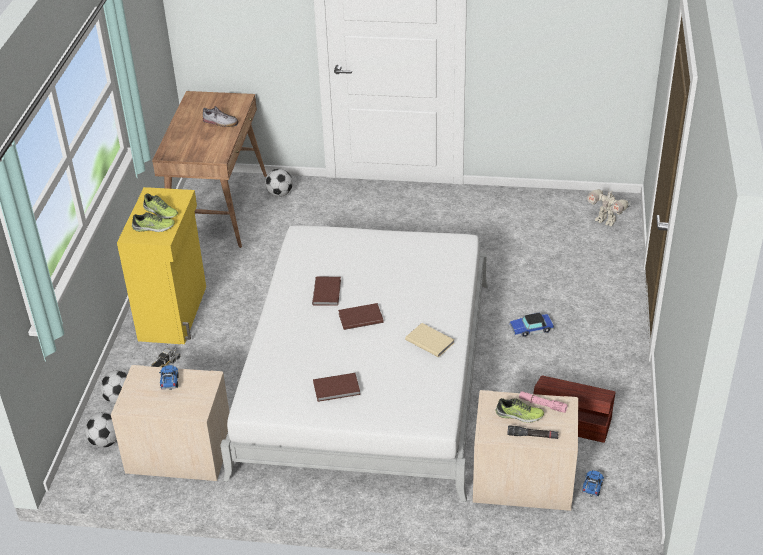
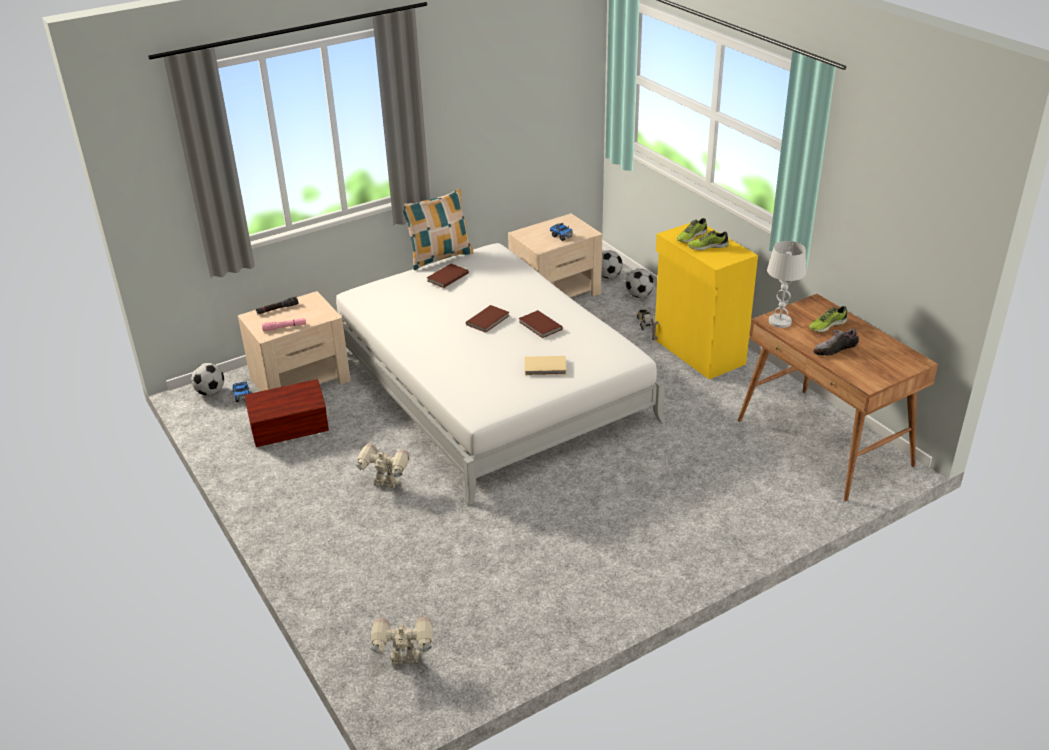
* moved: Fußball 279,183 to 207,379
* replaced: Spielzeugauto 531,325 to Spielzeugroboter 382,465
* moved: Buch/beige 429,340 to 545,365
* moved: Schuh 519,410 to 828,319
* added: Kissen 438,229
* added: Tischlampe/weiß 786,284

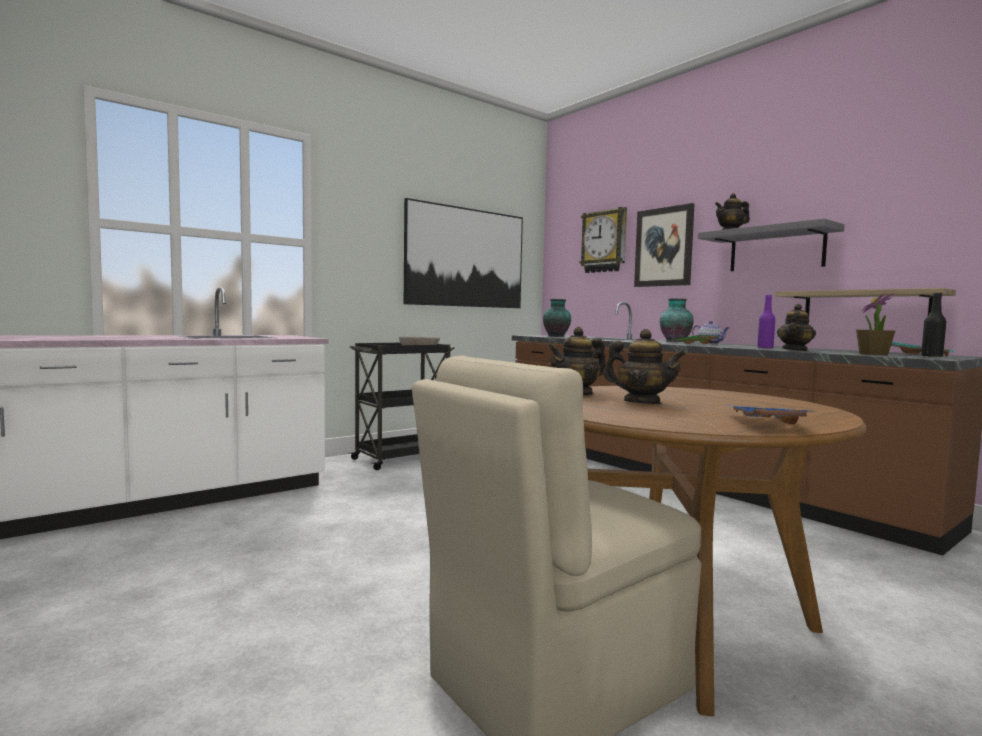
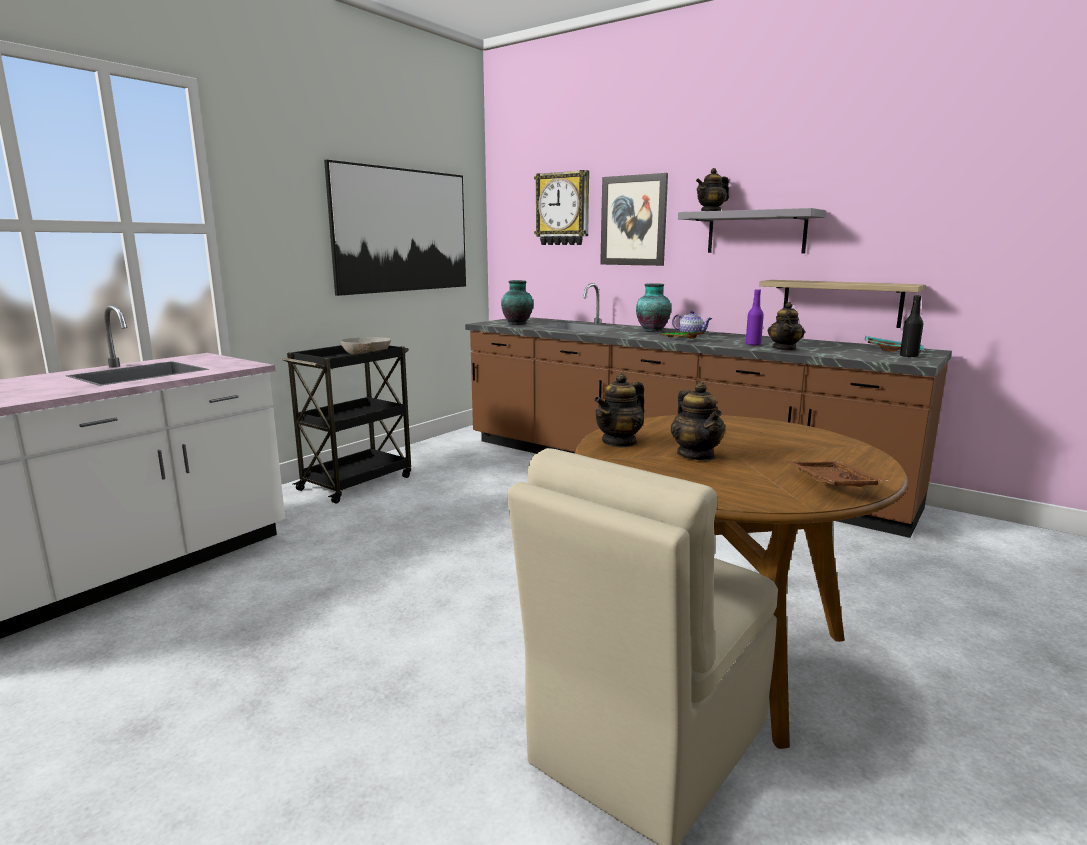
* removed: Topfpflanze 875,324
* turned: Teekanne 645,366 = 698,421 60 degrees clockwise
* recoloured: Tablett/blau 771,415 to Tablett/braun 838,474

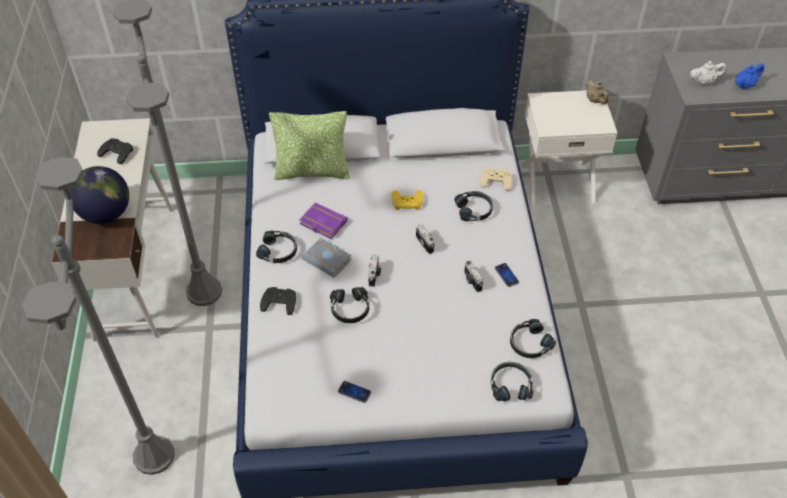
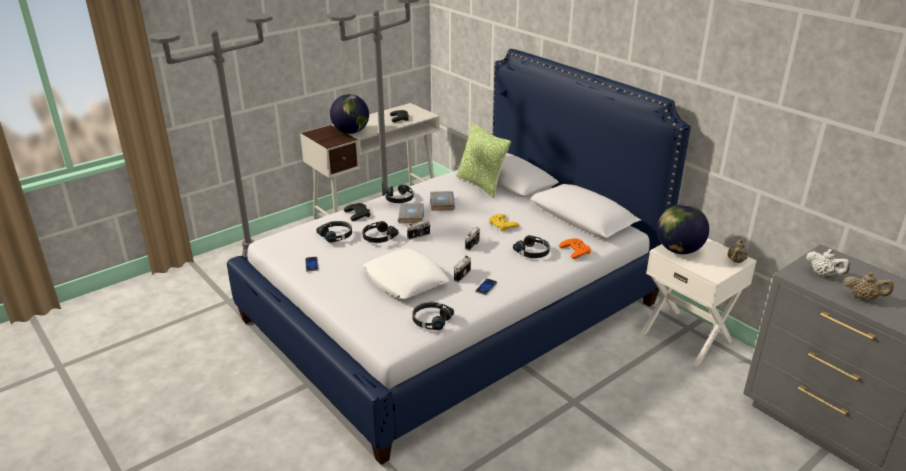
* recoloured: Teekanne/blau 749,76 to Teekanne/beige 869,286
* recoloured: Gamepad/beige 496,179 to Gamepad/orange 575,248
* recoloured: Buch/lila 323,221 to Buch/grau 442,201
* moved: Kopfhörer/schwarz 512,382 to 334,231
* added: Globus 683,229
* added: Kissen/weiß 407,273

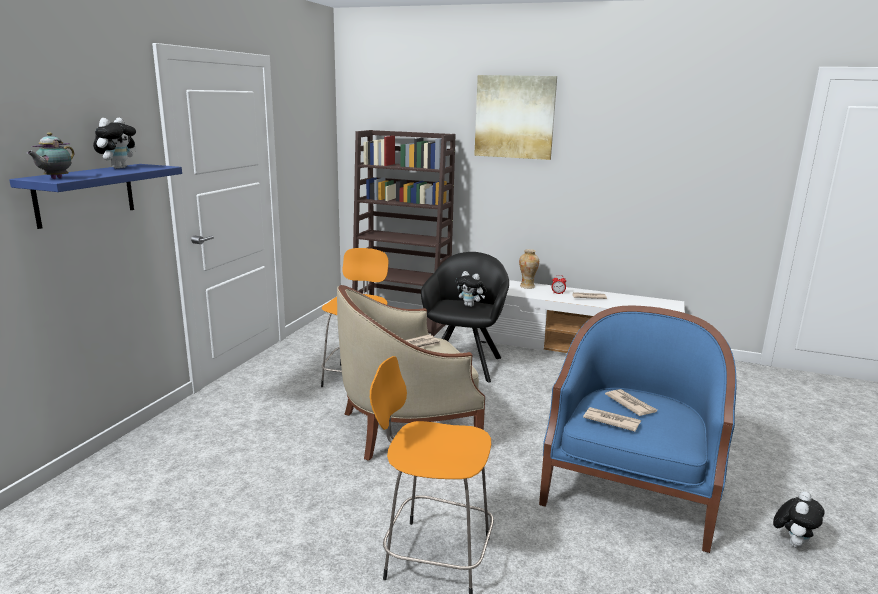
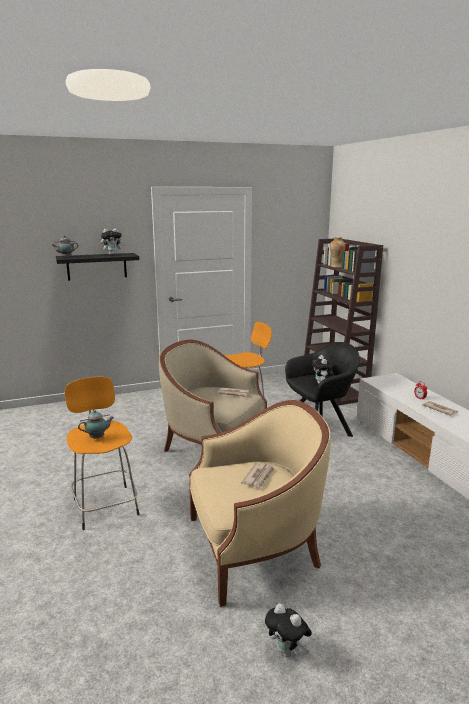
* removed: Bild 515,117
* recoloured: Wandregal/blau 95,196 to Wandregal/schwarz 97,267
* moved: Vase 529,269 to 337,252
* recoloured: Sessel/blau 637,429 to Sessel/beige 260,503
* removed: Zeitung 612,419
* turned: Plüschtier 799,519 = 288,630 45 degrees clockwise
* added: Teekanne 96,424

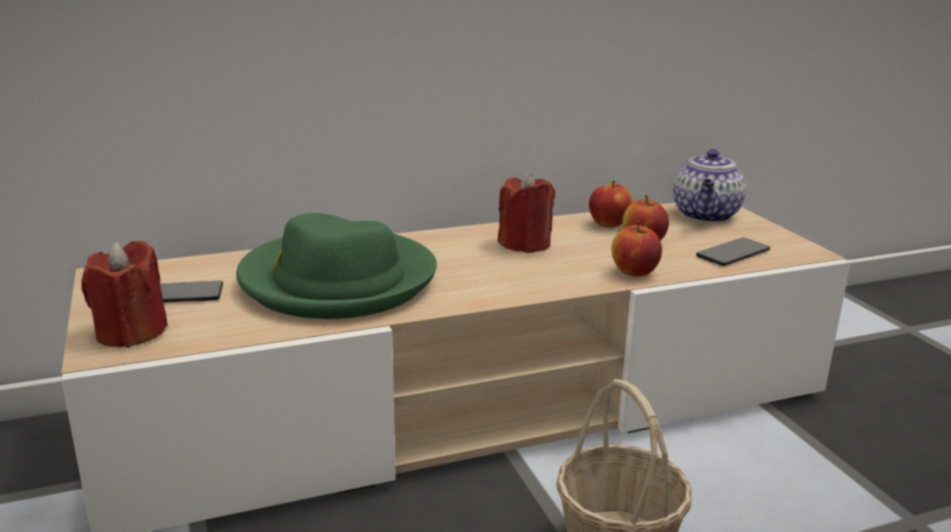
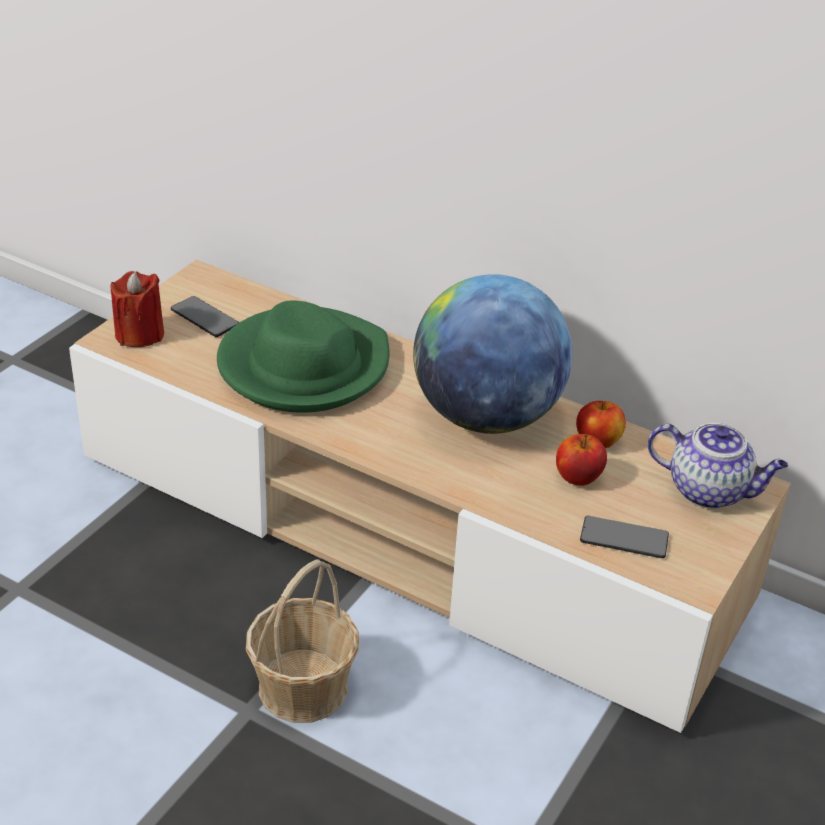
* turned: Teekanne 709,186 = 718,466 135 degrees counterclockwise
* replaced: Kerze/rot 526,212 to Globus 493,354
* removed: Apfel 636,248

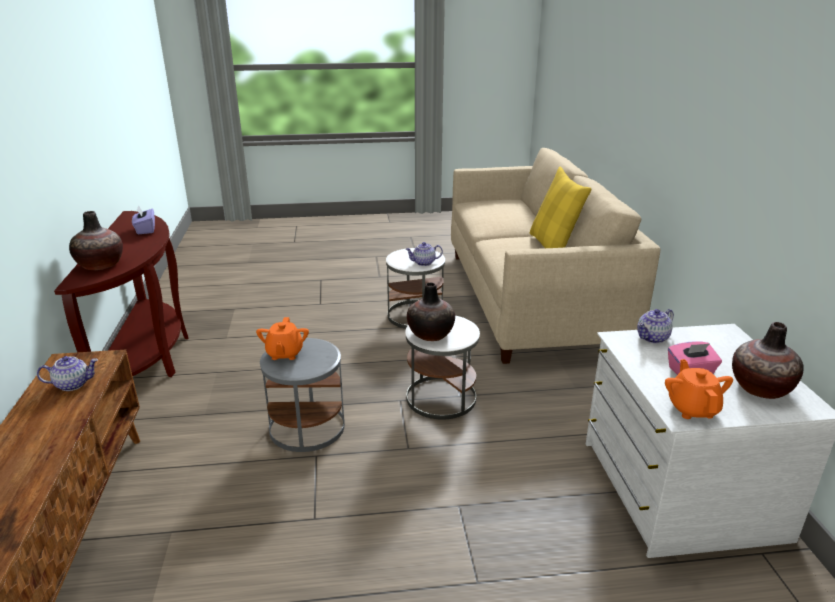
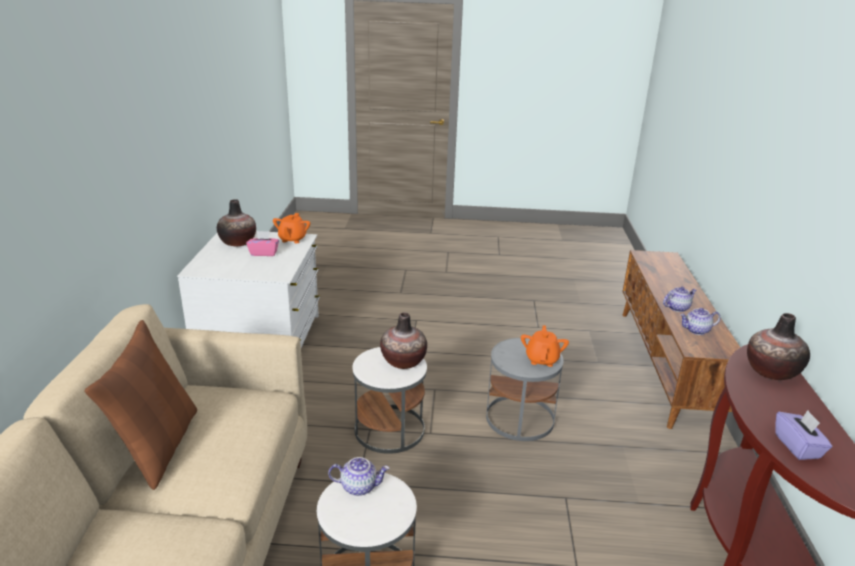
* recoloured: Kissen/gelb 561,207 to Kissen/braun 140,405
* moved: Teekanne 655,326 to 680,299

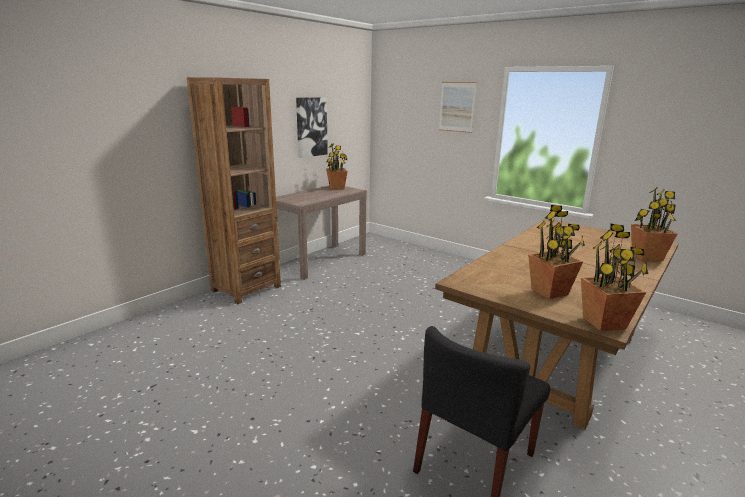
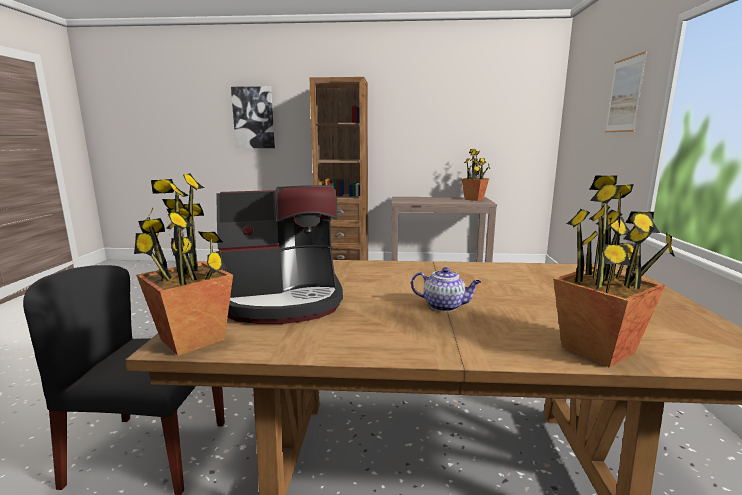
* moved: Bild 312,127 to 253,117
* replaced: Topfpflanze 556,252 to Kaffeemaschine 279,254
* added: Teekanne 446,289

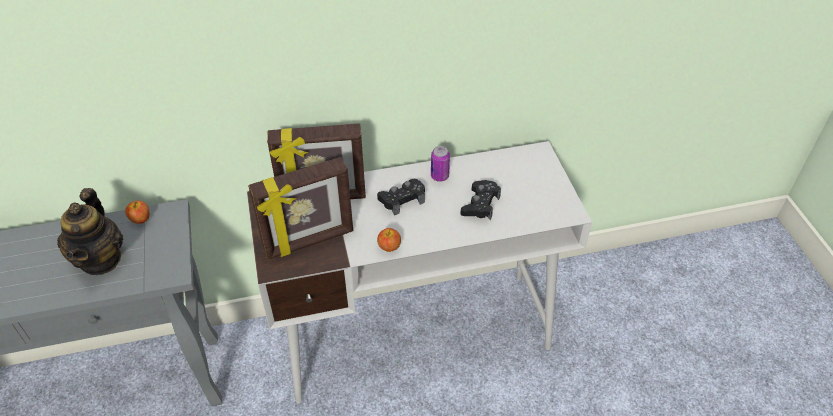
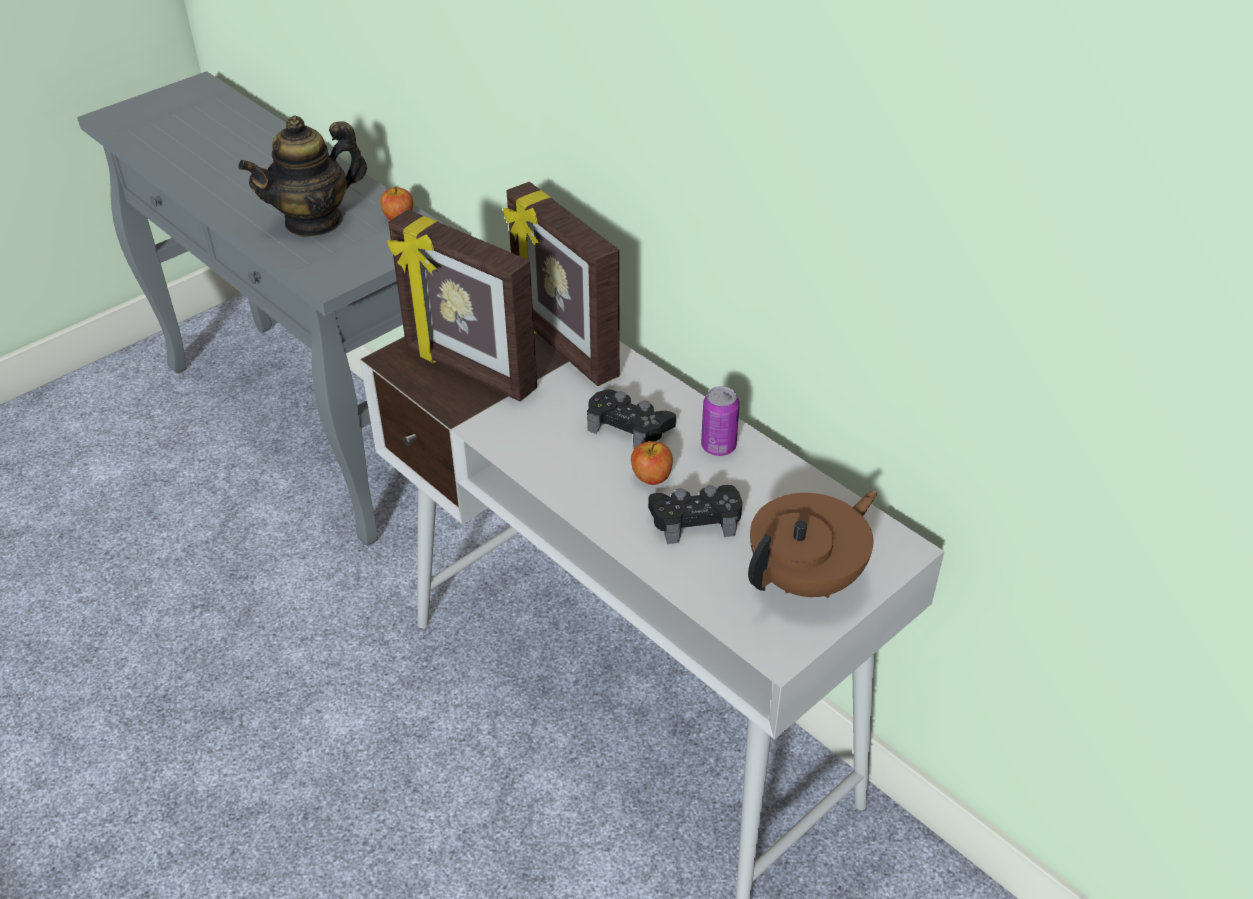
* moved: Apfel 389,240 to 652,463
* added: Teekanne/braun 812,544

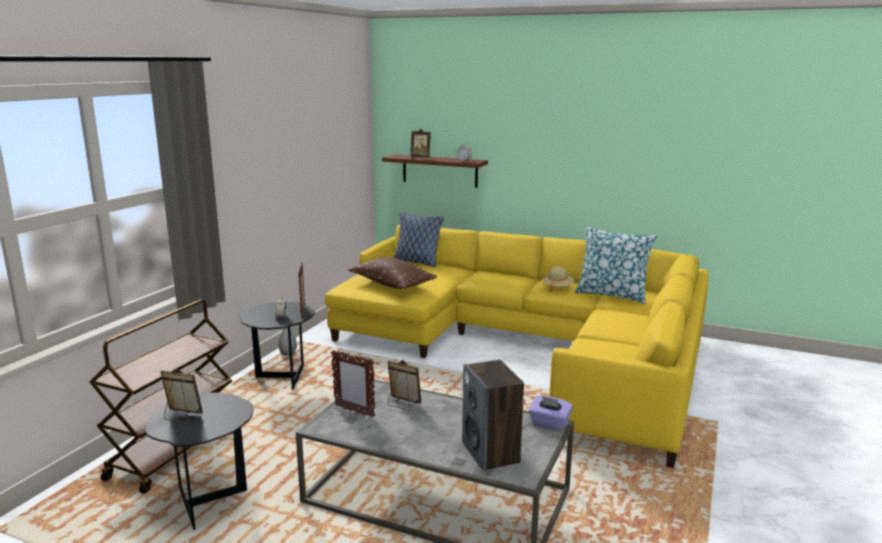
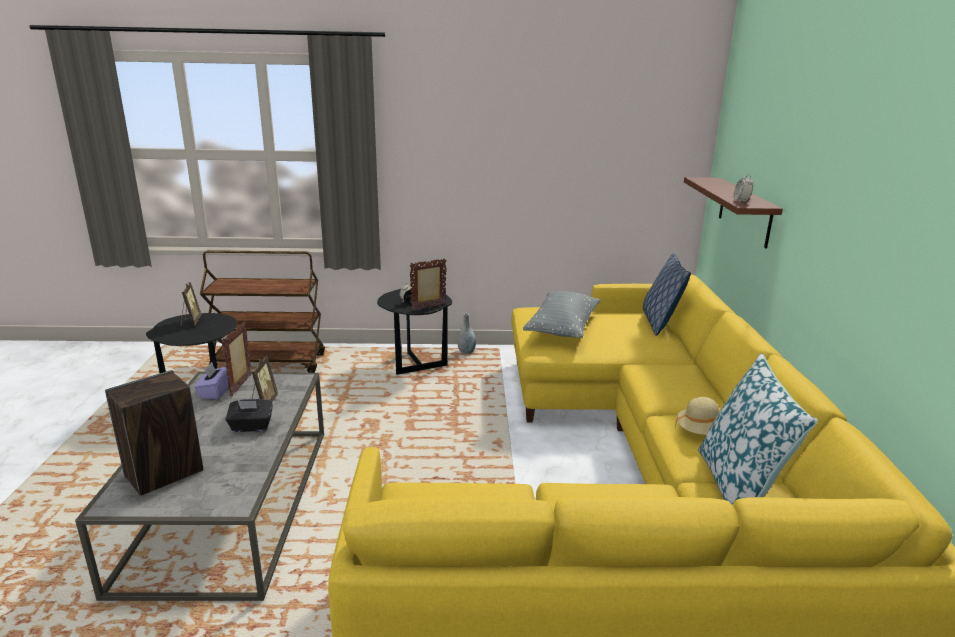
* removed: Bilderrahmen 420,143
* recoloured: Kissen/braun 392,273 to Kissen/grau 561,314
* moved: Taschentuchbox/lila 551,413 to 212,380
* added: Taschentuchbox/schwarz 249,415

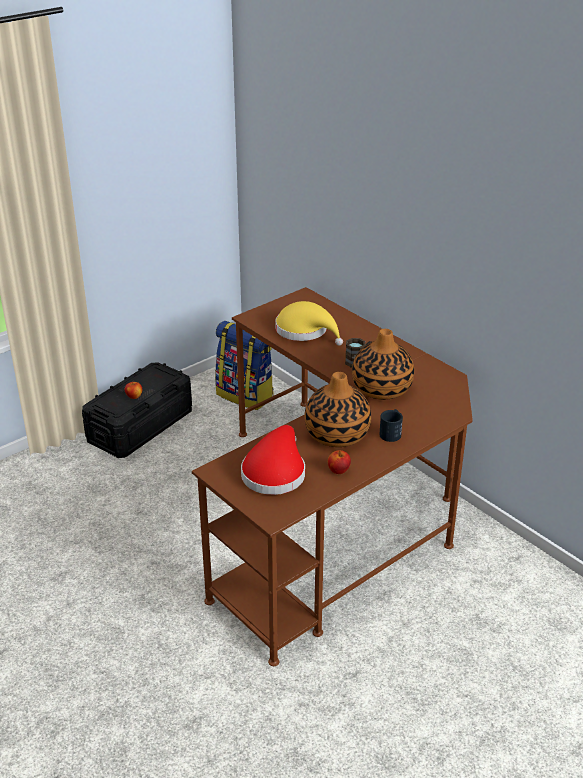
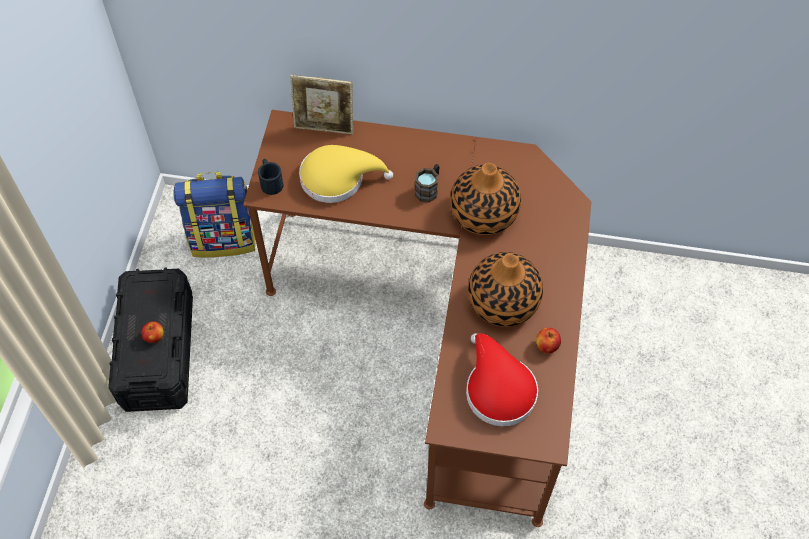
* moved: Henkelbecher/schwarz 391,425 to 270,177
* added: Bilderrahmen 321,105

